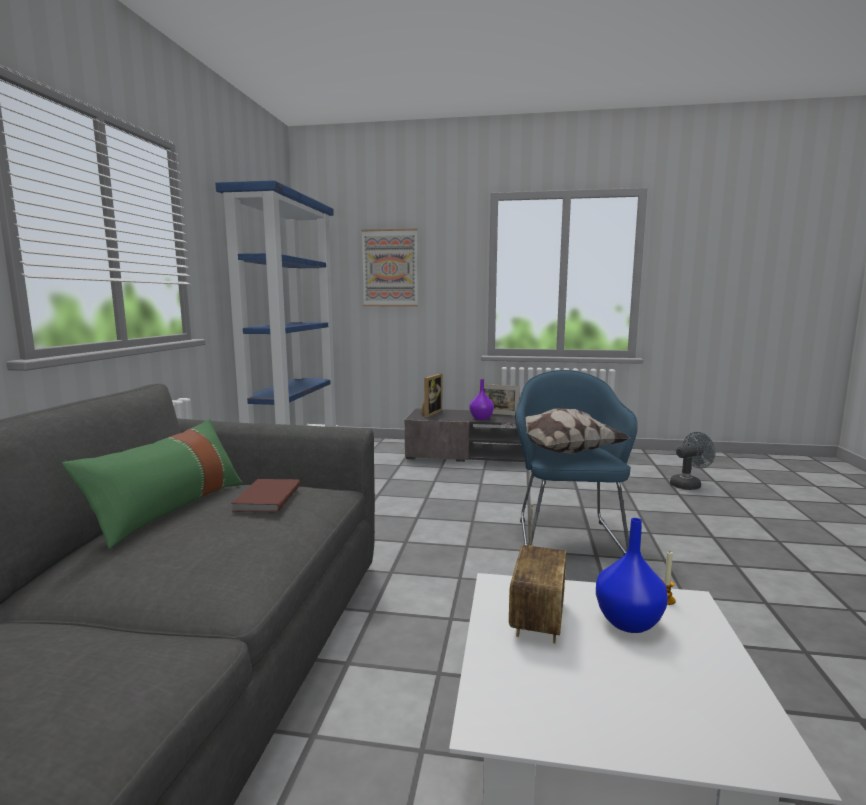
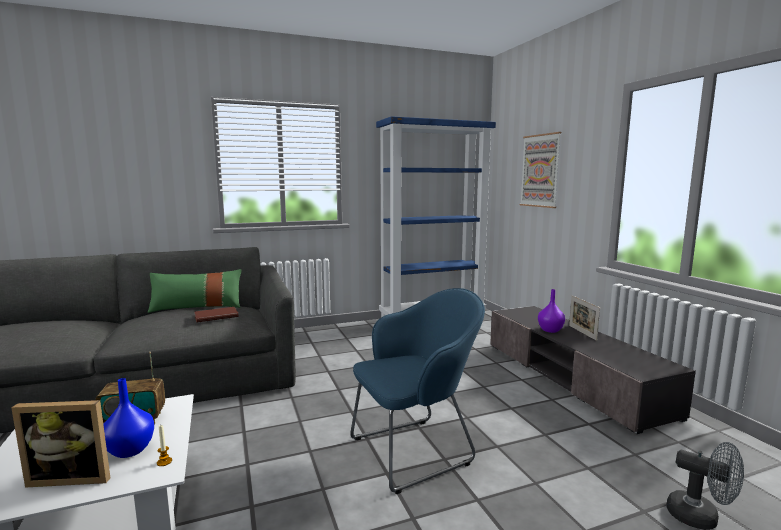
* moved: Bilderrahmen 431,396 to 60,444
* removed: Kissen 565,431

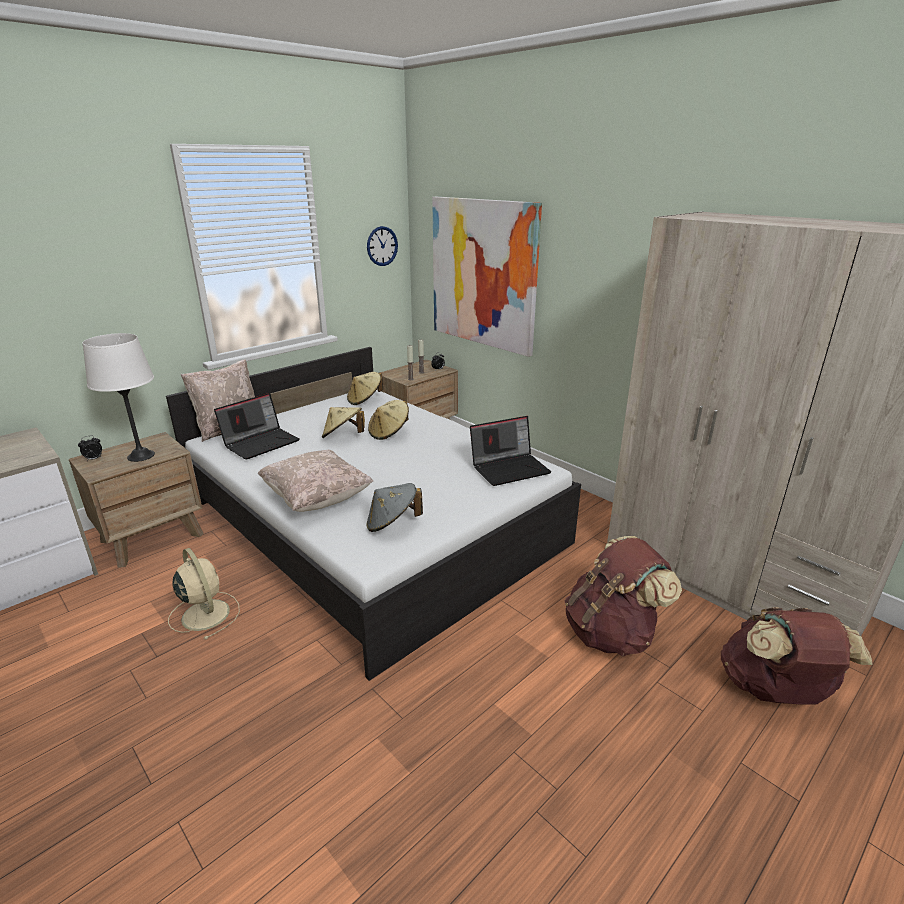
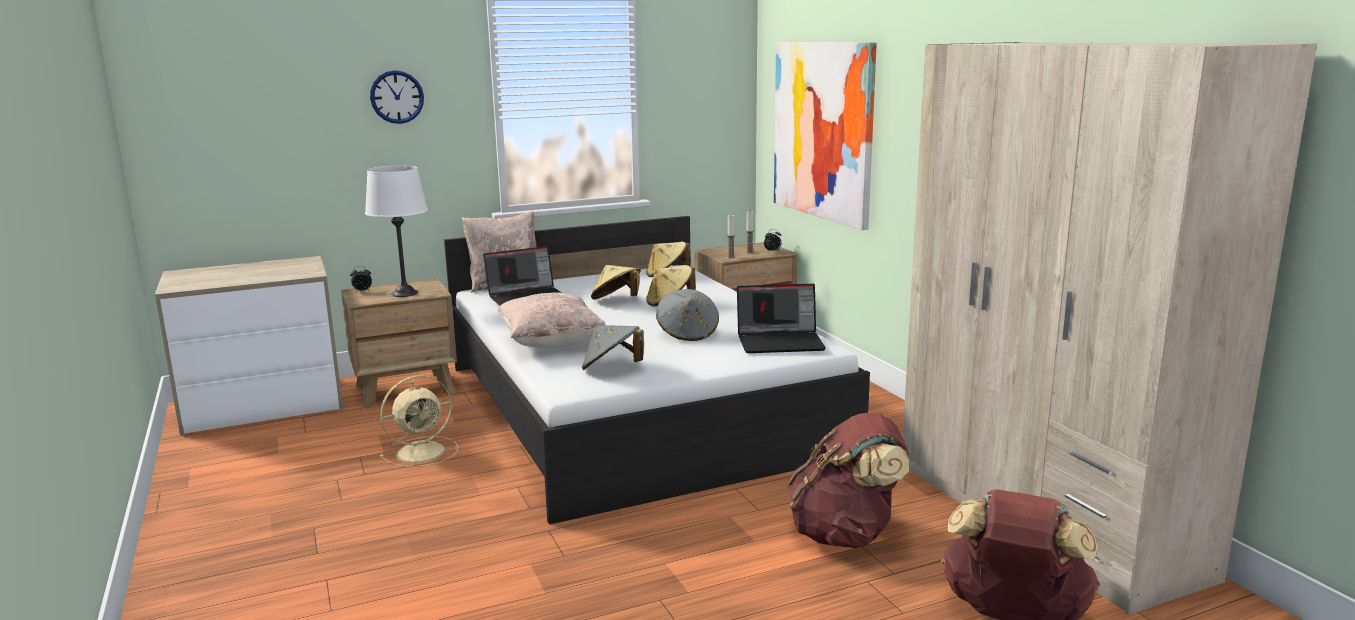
* moved: Wanduhr 382,246 to 397,97
* turned: Ventilator/beige 204,594 = 419,421 75 degrees clockwise
* added: Hut/grau 687,315

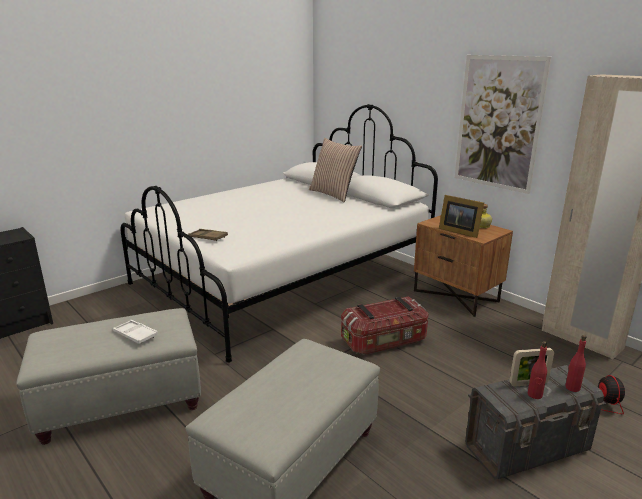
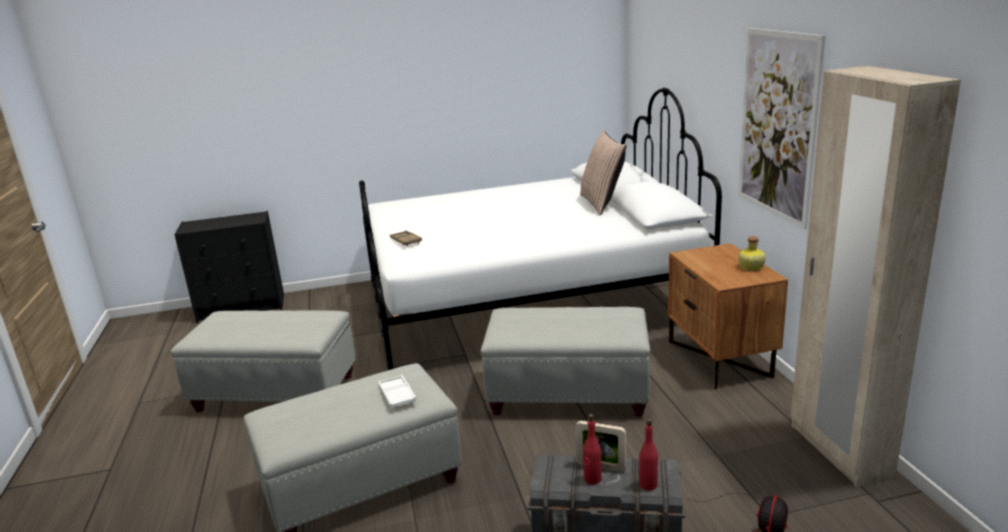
* removed: Bilderrahmen 461,216
* replaced: Aufbewahrungsbox 385,325 to Polsterhocker/grau 565,362
* moved: Tablett/weiß 135,332 to 397,391

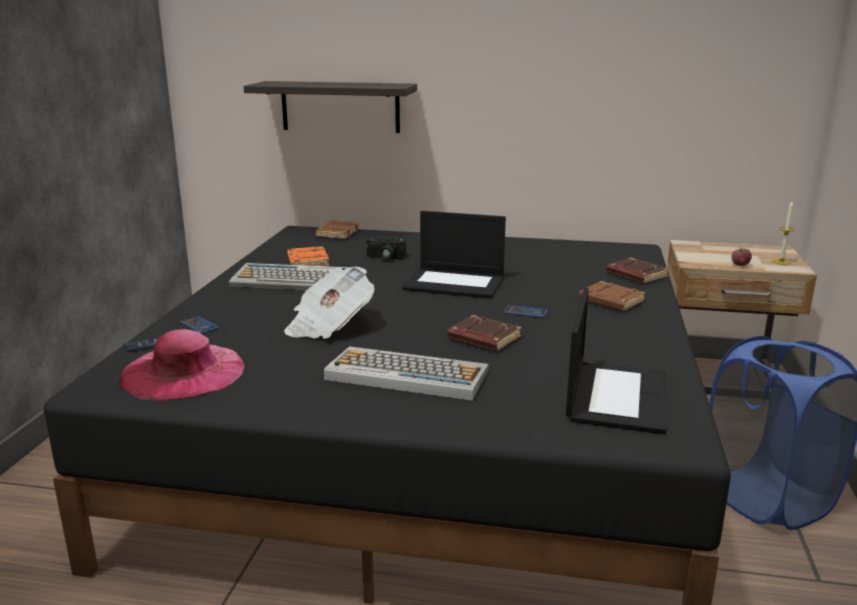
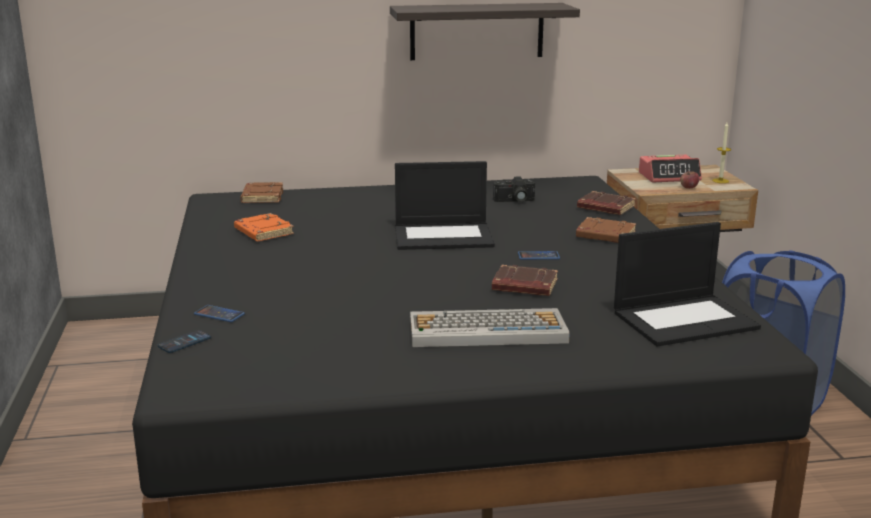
* moved: Wandregal 330,107 to 485,31
* moved: Kamera 386,247 to 514,189
* removed: Tastatur 289,276
* removed: Zeitung 329,303
* turned: Laptop 616,361 = 687,284 75 degrees clockwise
* removed: Hut/rosa 181,365
* added: Wecker 670,168

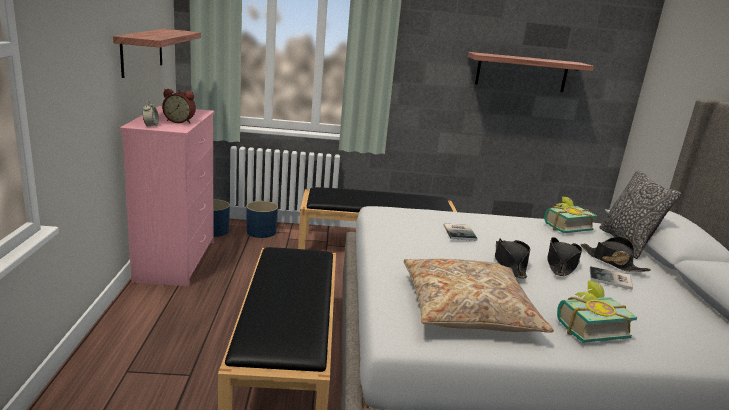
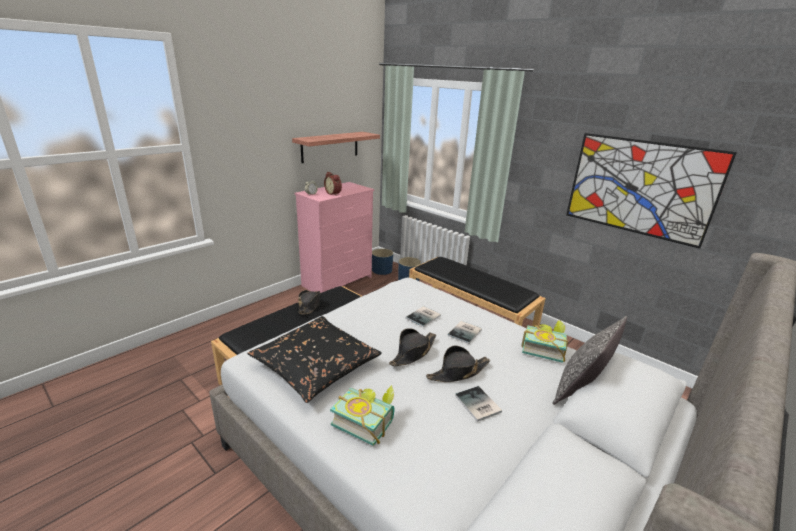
* replaced: Wandregal 531,72 to Bild 651,191
* moved: Hut/schwarz 616,254 to 309,302
* recoloured: Kissen/beige 479,296 to Kissen/schwarz 314,359
* added: Buch 464,332

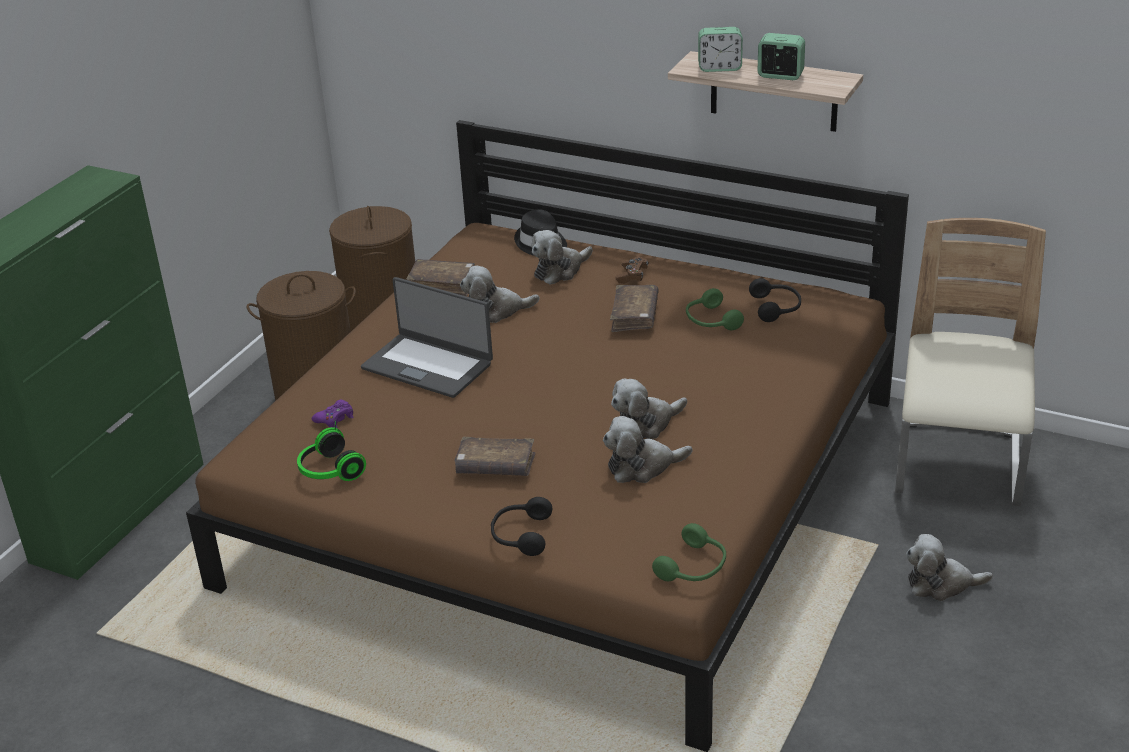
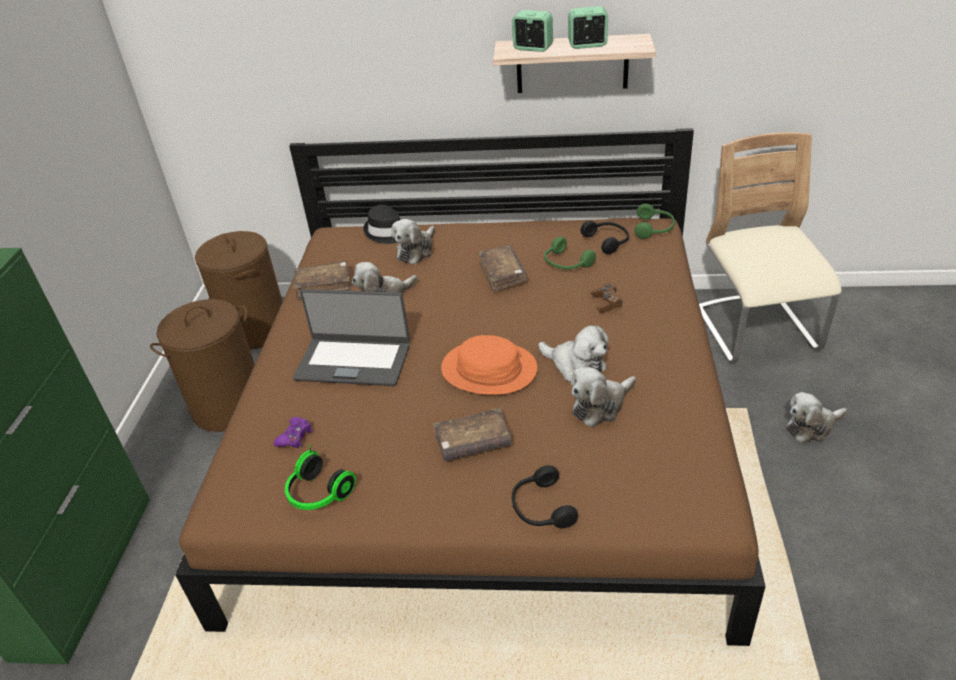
* turned: Wecker 720,49 = 532,31 135 degrees counterclockwise
* moved: Gamepad/braun 632,270 to 607,298
* turned: Plüschtier 649,409 = 573,353 90 degrees counterclockwise
* moved: Kopfhörer/grün 689,552 to 655,221
* added: Hut/orange 489,365

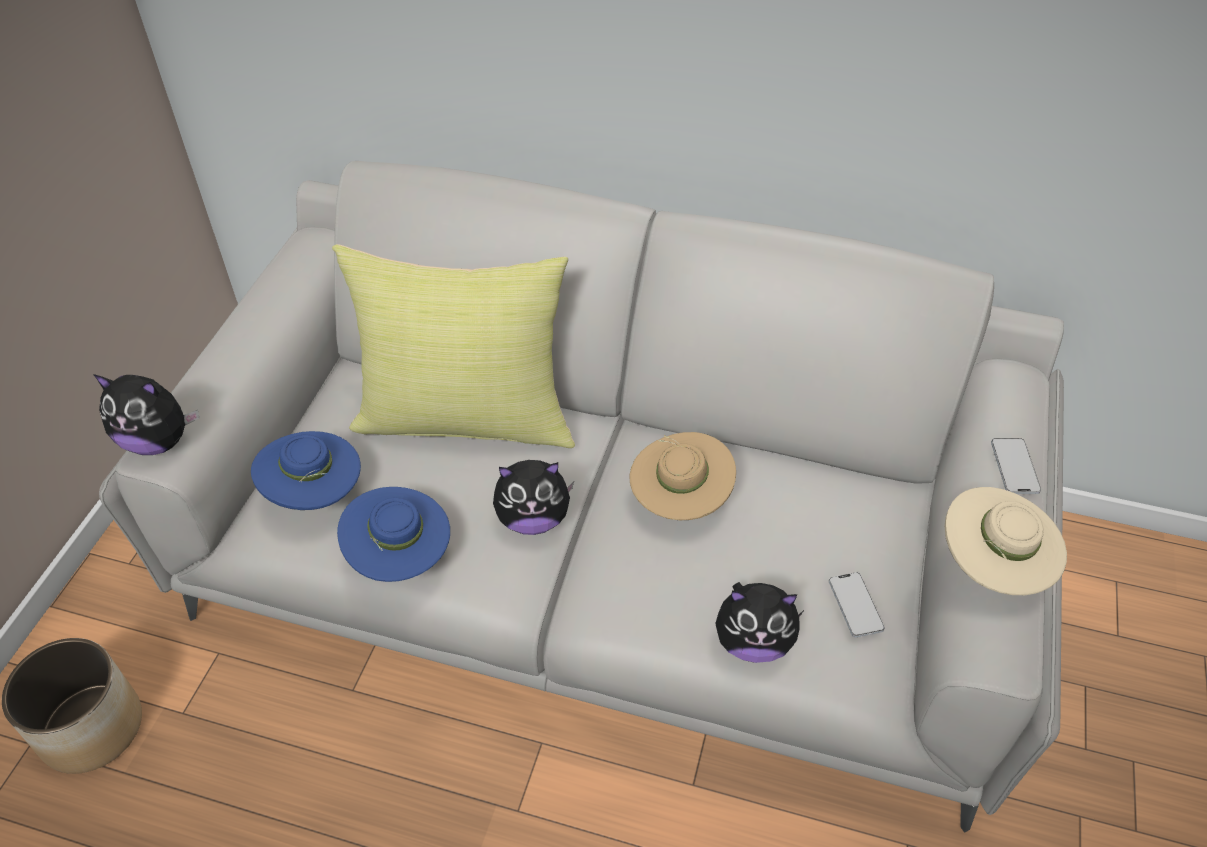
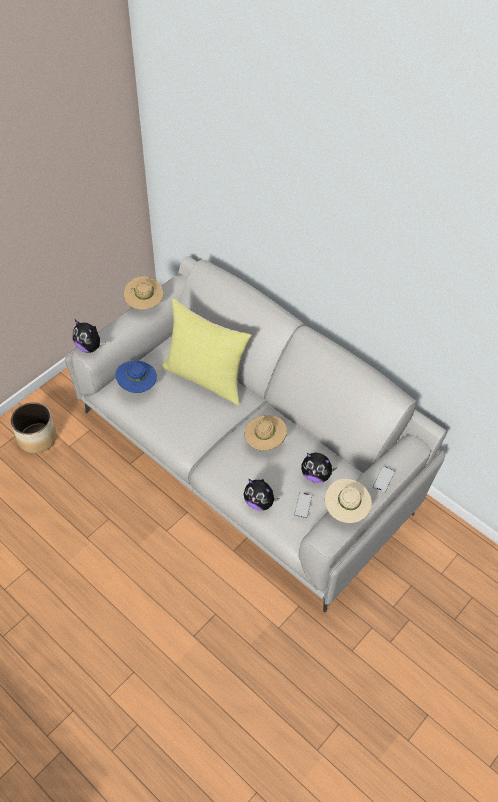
* moved: Plüschtier 533,497 to 318,467
* removed: Hut/blau 393,534
* added: Hut/beige 144,292

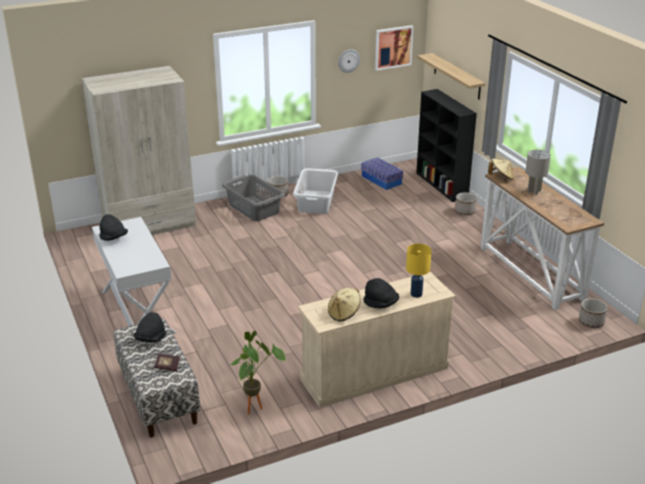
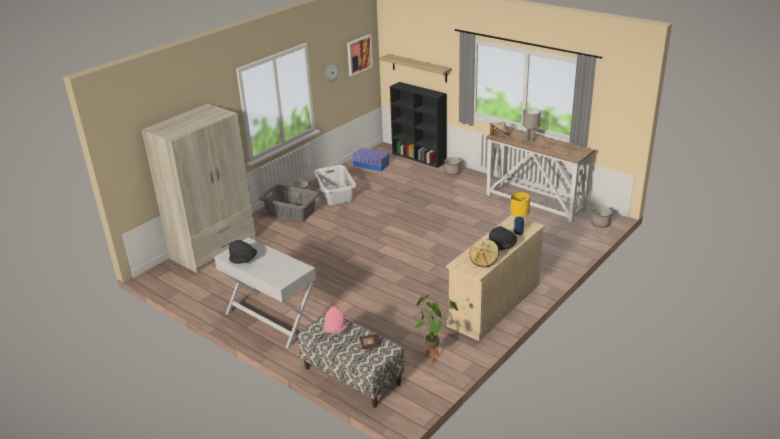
* recoloured: Hut/schwarz 149,327 to Hut/rosa 335,319

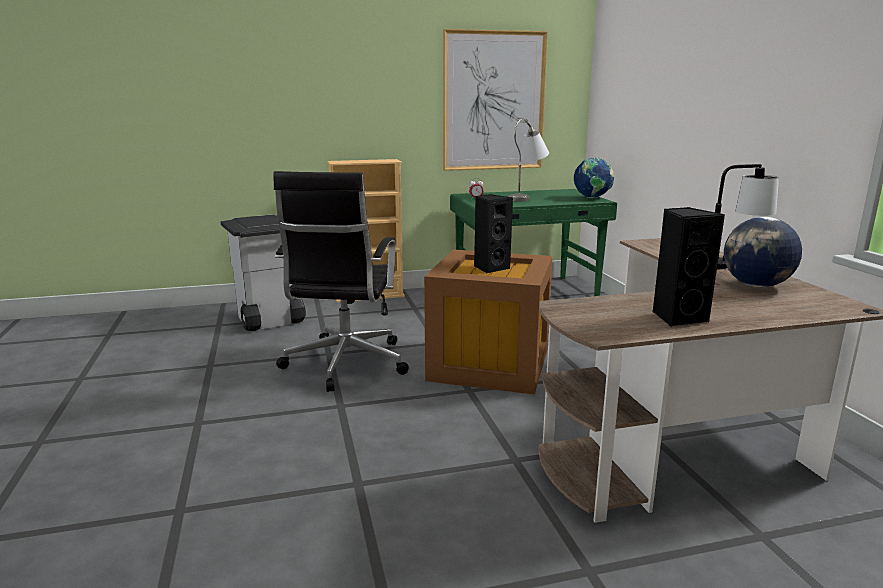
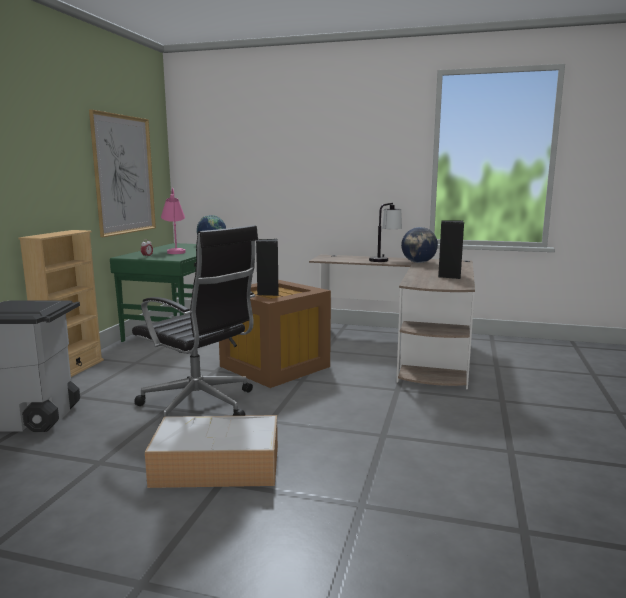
* recoloured: Tischlampe/grau 528,160 to Tischlampe/rosa 173,221
* added: Aufbewahrungsbox 211,451

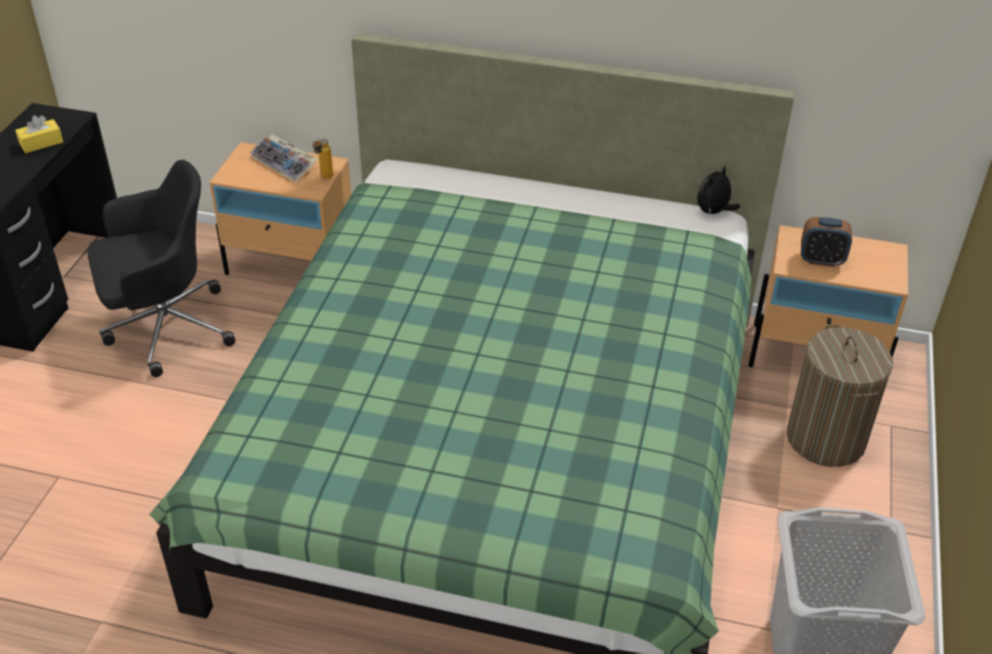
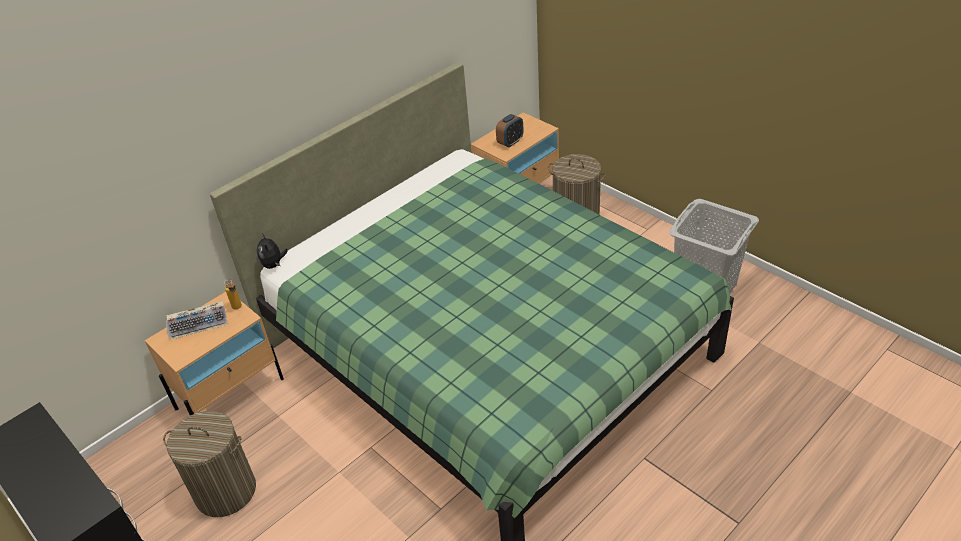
* removed: Taschentuchbox/gelb 39,134
* replaced: Bürostuhl/schwarz 161,268 to Wäschekorb 209,464
* moved: Plüschtier 718,190 to 272,251

